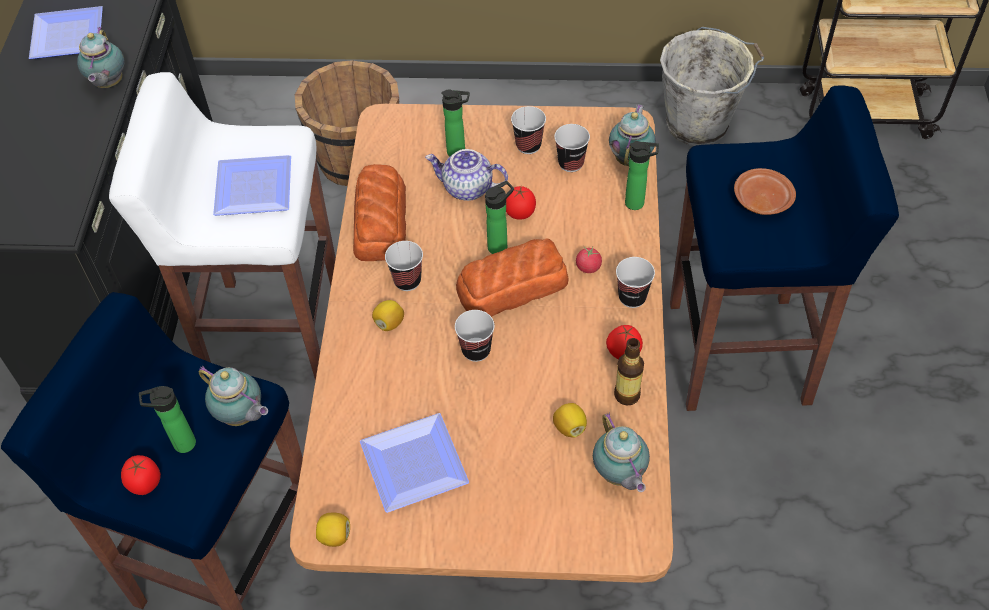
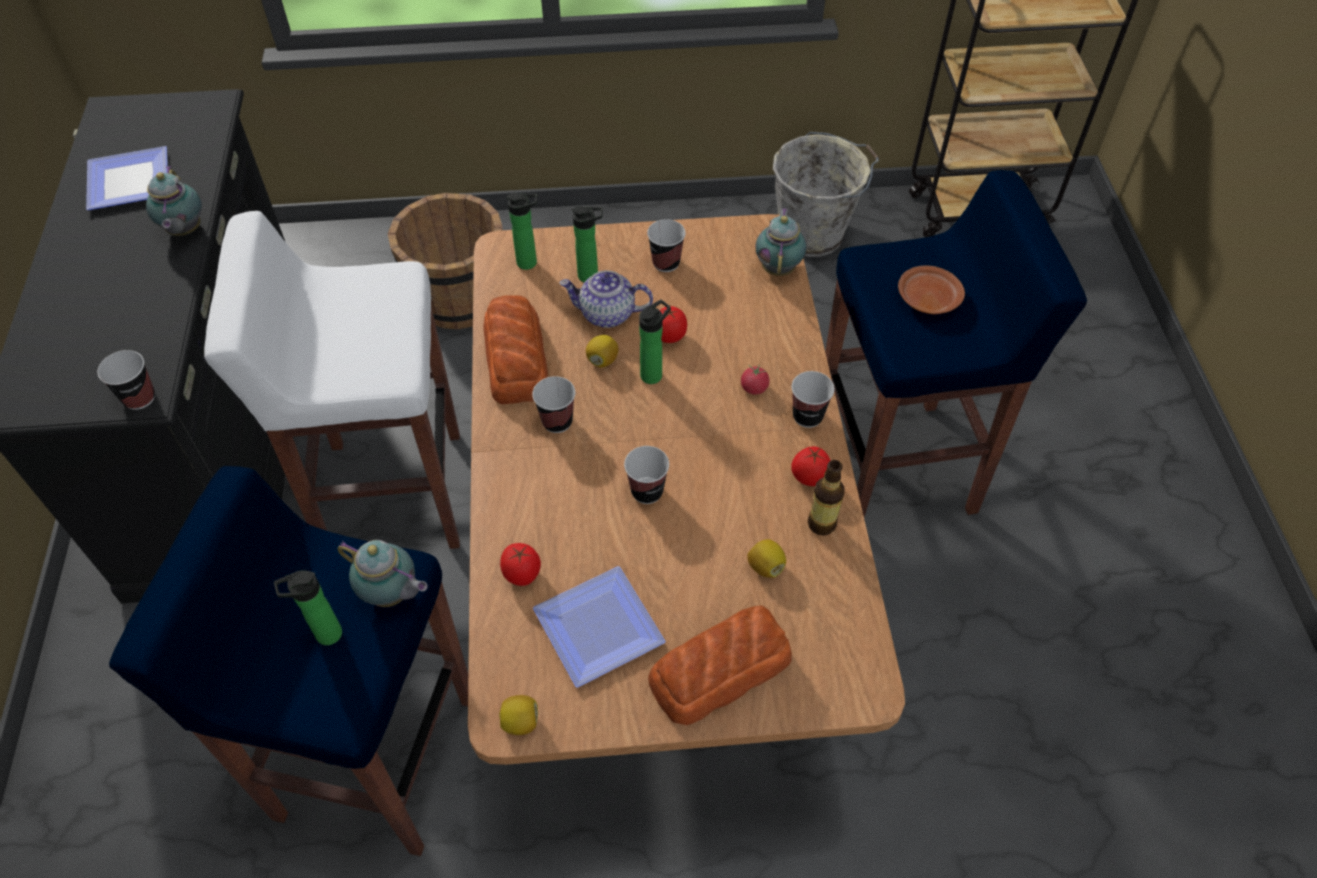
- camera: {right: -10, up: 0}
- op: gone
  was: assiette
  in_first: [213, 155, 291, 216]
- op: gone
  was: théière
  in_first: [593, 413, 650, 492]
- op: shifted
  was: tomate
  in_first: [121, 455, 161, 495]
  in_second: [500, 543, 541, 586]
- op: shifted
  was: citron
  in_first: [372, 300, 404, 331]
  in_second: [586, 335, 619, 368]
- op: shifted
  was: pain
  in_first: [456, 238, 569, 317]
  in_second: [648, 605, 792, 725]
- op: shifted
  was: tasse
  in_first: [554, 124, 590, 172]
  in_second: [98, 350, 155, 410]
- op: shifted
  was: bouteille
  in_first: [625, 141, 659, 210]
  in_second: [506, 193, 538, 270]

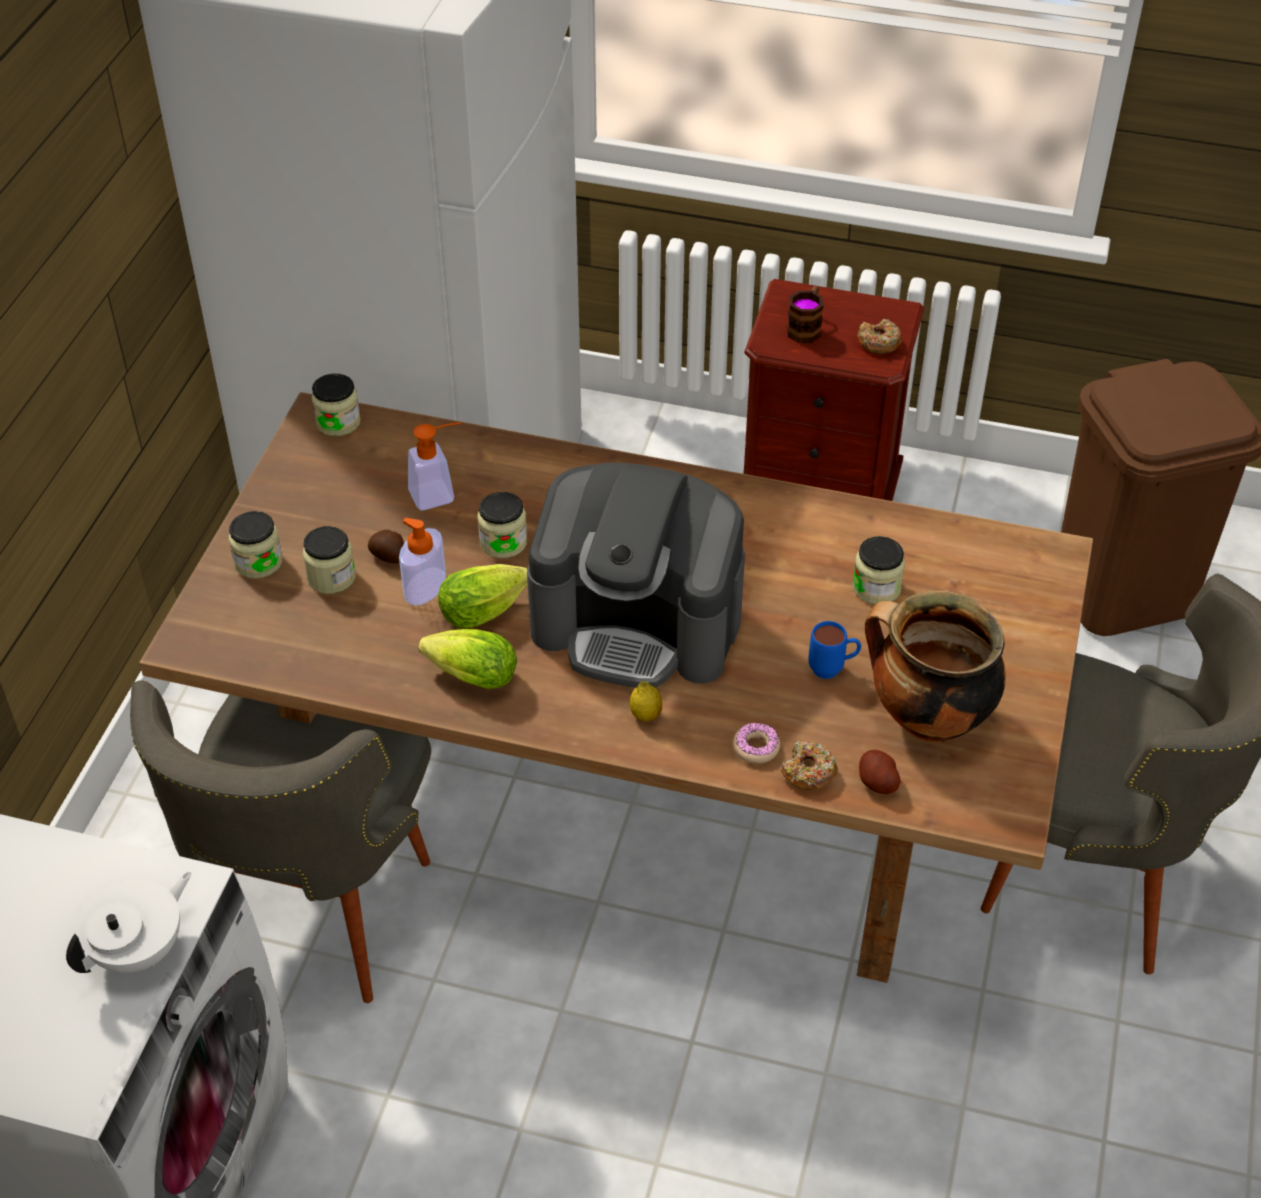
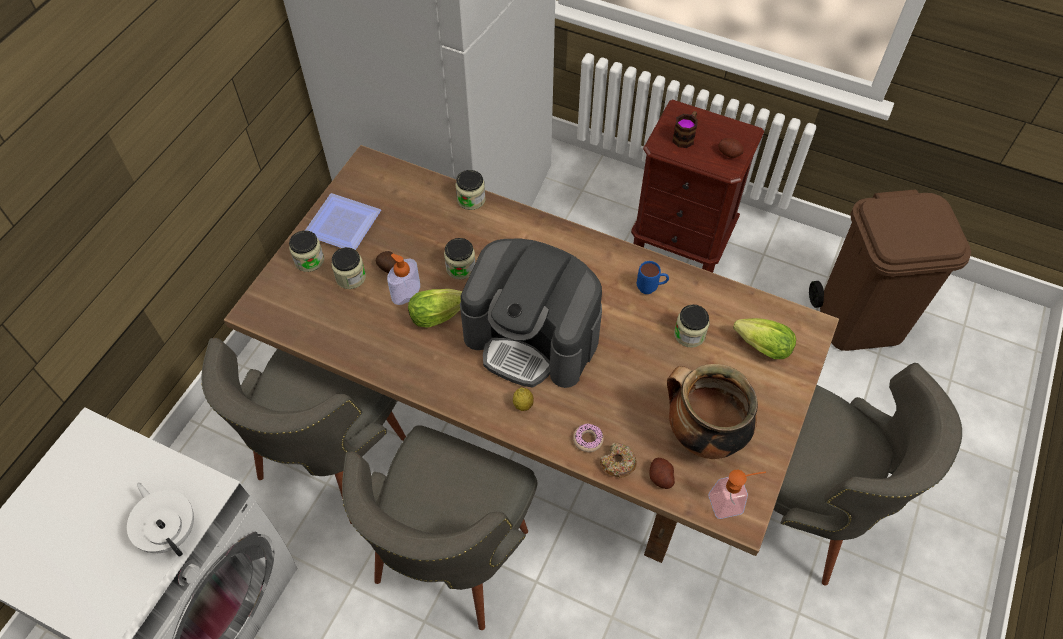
- camera: {right: 10, up: 10}
- op: new
  now: assiette
  in_second: [305, 193, 381, 250]
- op: new
  now: chaise/gris
  in_second: [342, 425, 537, 630]
- op: shifted
  was: bocal
  in_first: [311, 374, 361, 436]
  in_second: [456, 170, 485, 210]
- op: shifted
  was: distributeur de savon
  in_first: [408, 422, 461, 510]
  in_second: [709, 470, 766, 519]
- op: shifted
  was: laitue
  in_first: [418, 629, 517, 689]
  in_second: [733, 318, 796, 359]
- op: shifted
  was: mug/bleu
  in_first: [808, 621, 861, 679]
  in_second: [637, 261, 669, 294]
- op: swapped
  was: beignet
  now: pomme de terre
  in_first: [857, 319, 902, 354]
  in_second: [718, 138, 744, 158]
- op: rotated
  was: théière/blanc
  in_first: [66, 872, 191, 973]
  in_second: [127, 483, 194, 557]
  clockwise: -90

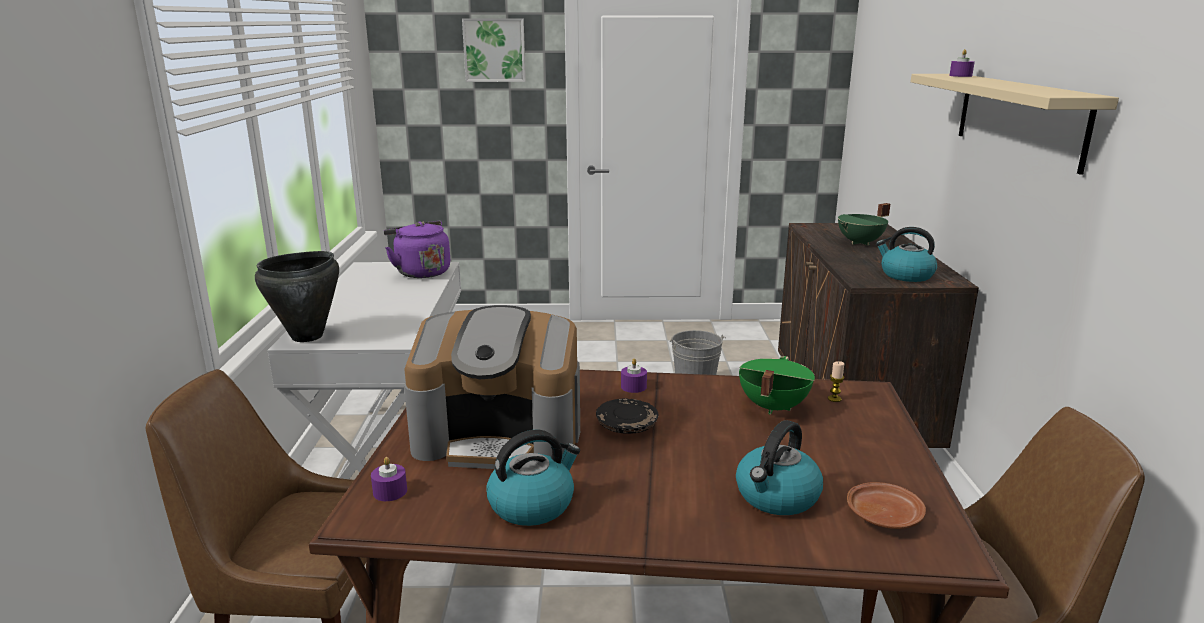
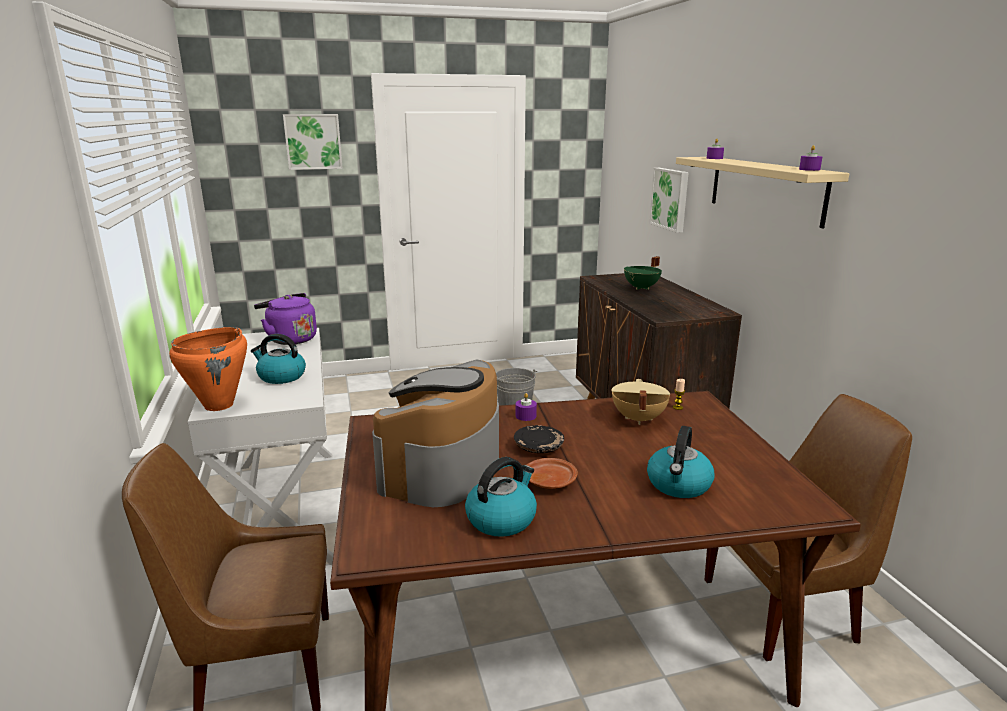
- camera: {right: -15, up: 0}
- op: new
  now: tableau
  in_second: [649, 168, 689, 233]
- op: shifted
  was: bougie/violet
  in_first: [371, 457, 407, 501]
  in_second: [799, 145, 822, 171]
- op: shifted
  was: assiette/marron
  in_first: [847, 482, 926, 529]
  in_second: [527, 458, 578, 489]
- op: shifted
  was: bouilloire
  in_first: [876, 227, 937, 282]
  in_second: [251, 334, 306, 384]
- op: repainted
  was: marmite/noir
  now: marmite/orange
  in_first: [255, 251, 339, 342]
  in_second: [169, 327, 247, 411]
- op: repainted
  was: marmite/vert
  now: marmite/beige
  in_first: [739, 356, 815, 415]
  in_second: [611, 379, 670, 425]
- op: rotated
  was: machine à café
  in_first: [404, 305, 580, 469]
  in_second: [372, 359, 499, 507]
  clockwise: 120

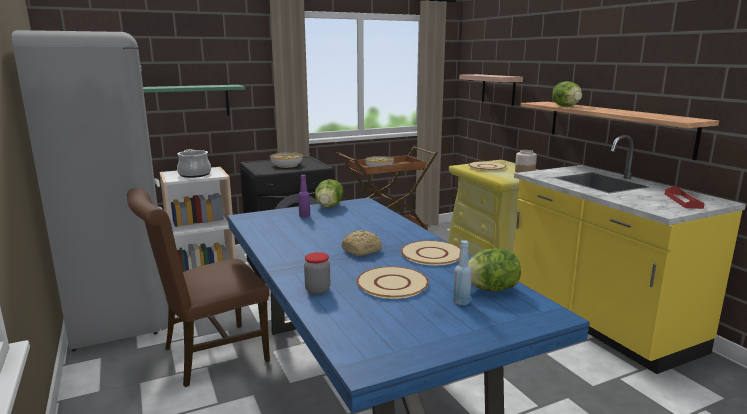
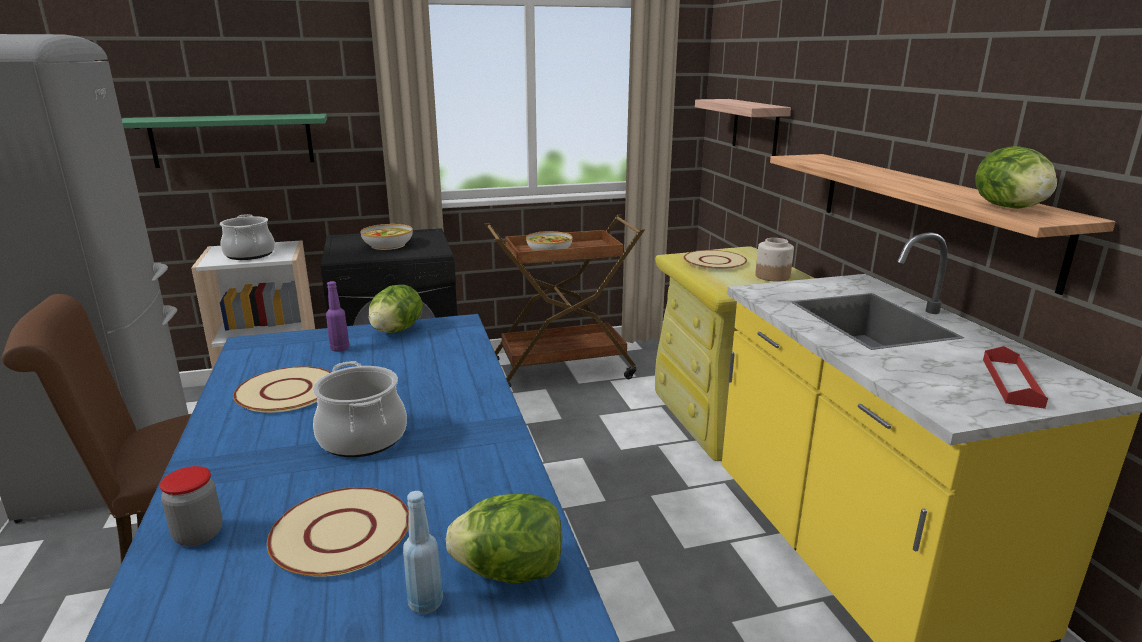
- camera: {right: 10, up: 5}
- op: shifted
  was: assiette/beige
  in_first: [401, 241, 460, 265]
  in_second: [233, 366, 331, 413]
- op: shifted
  was: laitue
  in_first: [552, 81, 582, 107]
  in_second: [975, 146, 1057, 209]
- op: swapped
  was: pain
  now: marmite
  in_first: [342, 230, 382, 256]
  in_second: [313, 361, 407, 457]

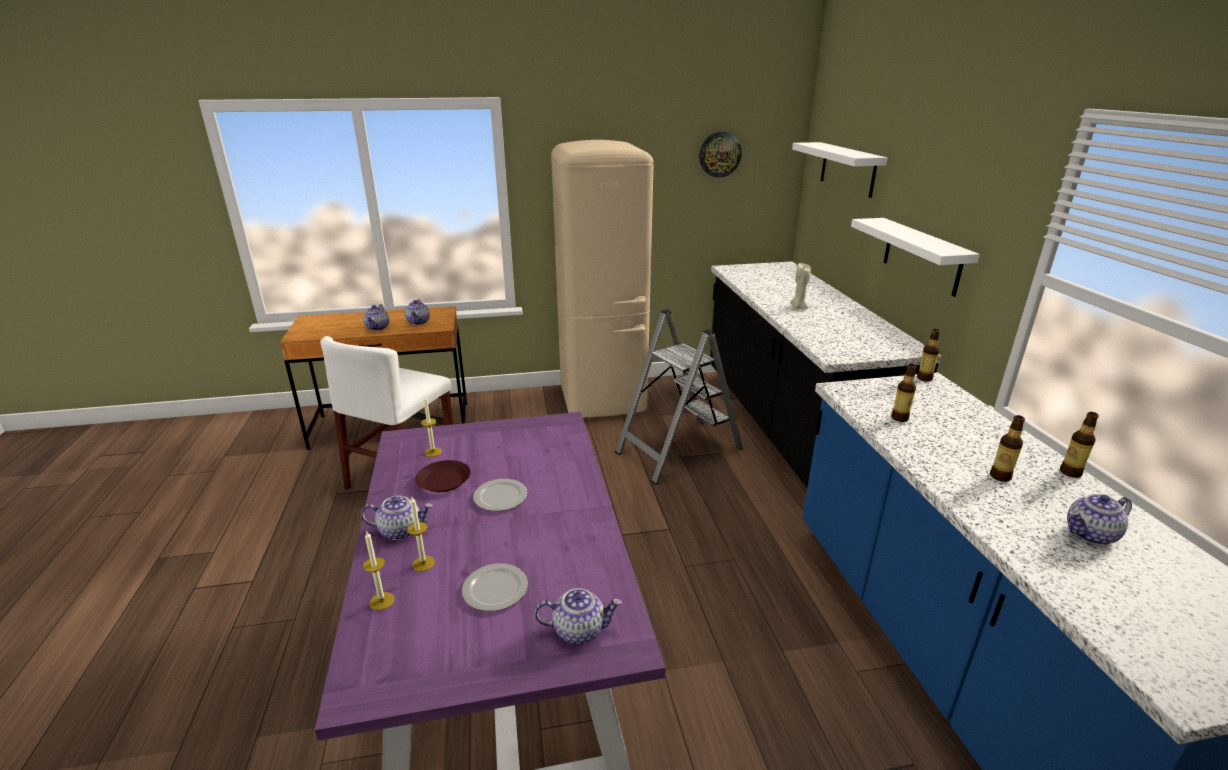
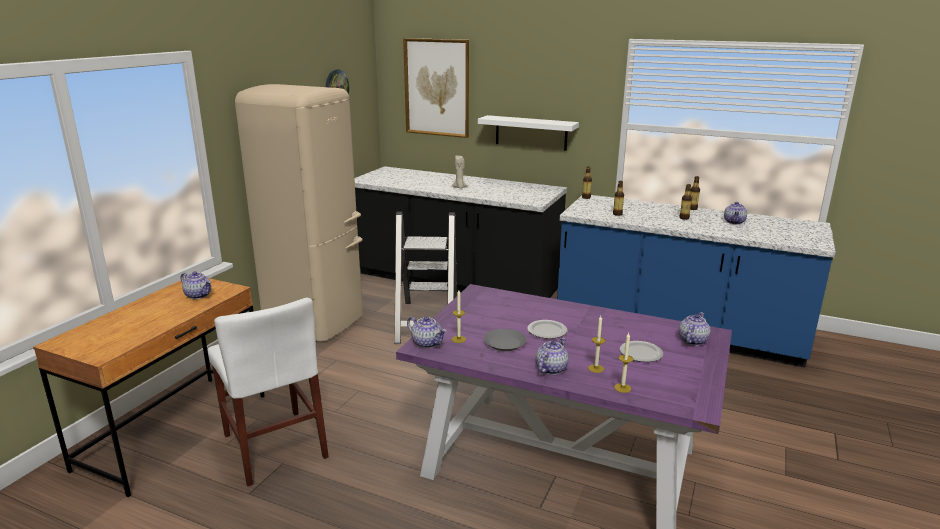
- camera: {right: -55, up: -5}
- op: shifted
  was: théière
  in_first: [363, 304, 389, 331]
  in_second: [407, 316, 446, 348]
- op: swapped
  was: étagère/blanc
  now: tableau
  in_first: [792, 142, 887, 198]
  in_second: [403, 38, 469, 138]
- op: repainted
  was: assiette/marron
  now: assiette/gris
  in_first: [416, 460, 471, 492]
  in_second: [484, 329, 527, 351]

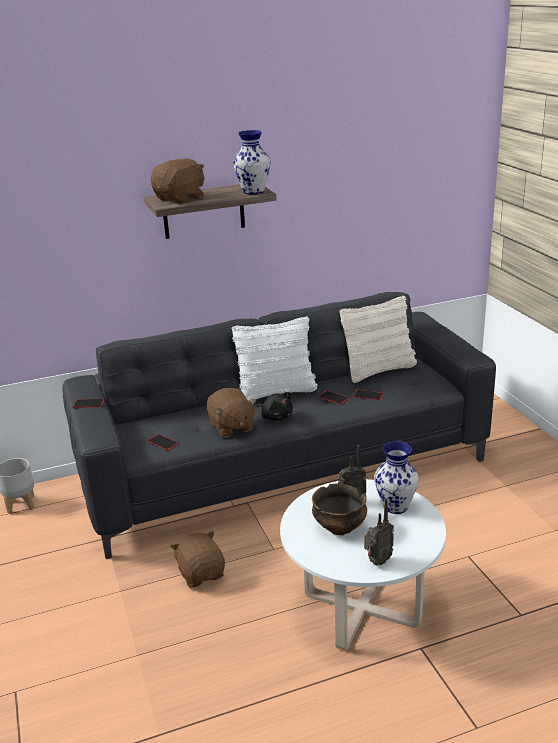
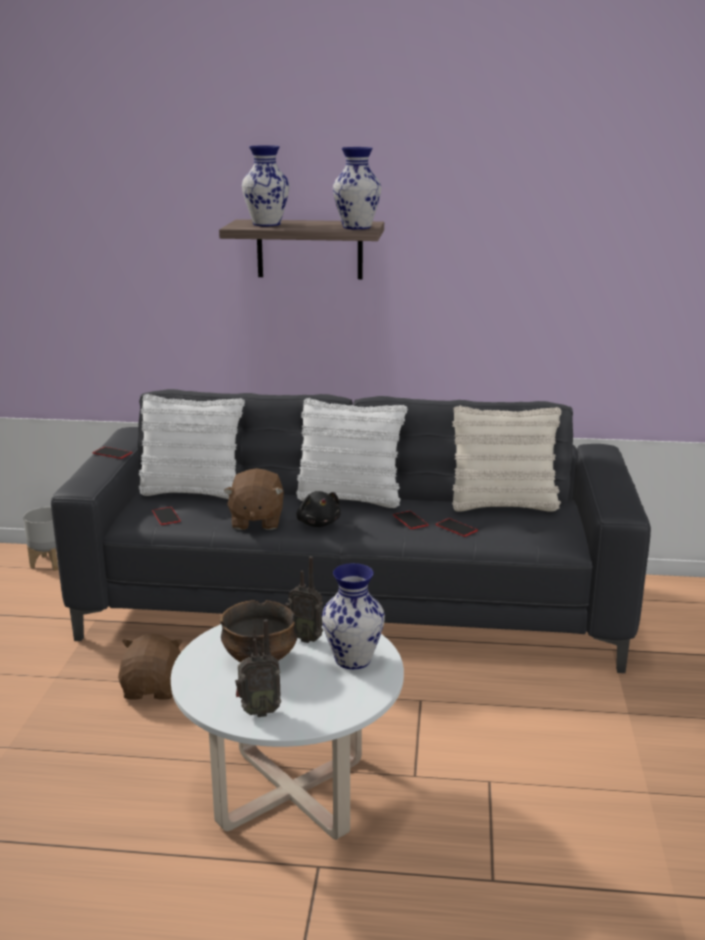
- camera: {right: 25, up: -5}
- op: new
  now: coussin/blanc
  in_second: [139, 394, 245, 499]
- op: swapped
  was: peluche/marron
  now: vase
  in_first: [151, 158, 205, 204]
  in_second: [242, 145, 290, 226]

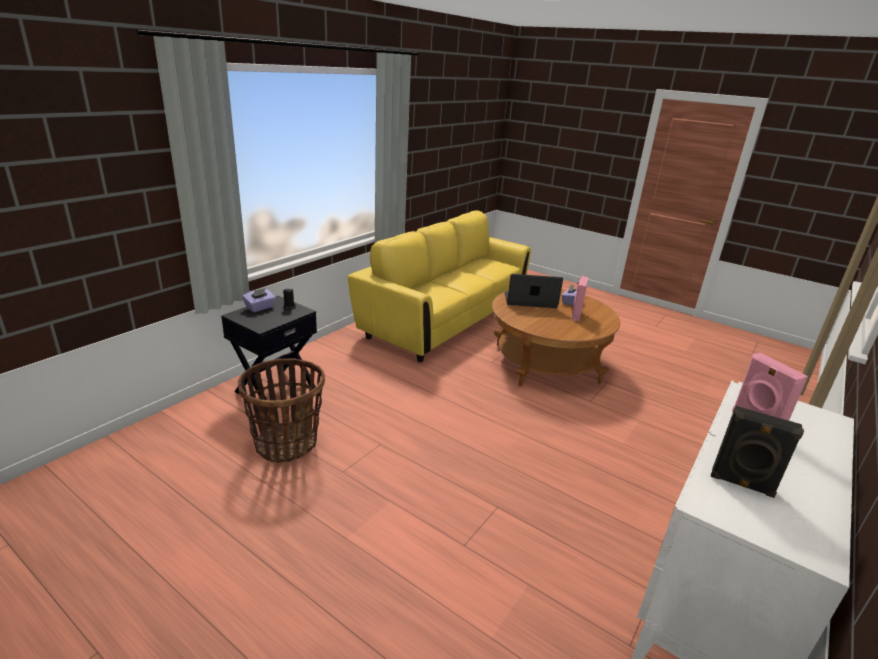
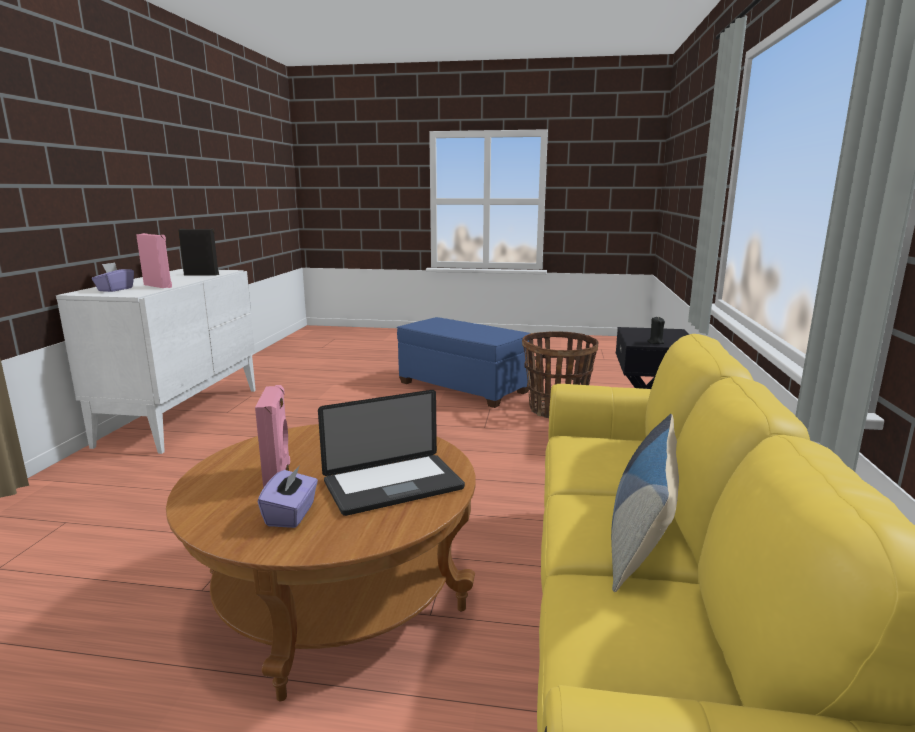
- camera: {right: 155, up: -10}
- op: new
  now: pouf/bleu
  in_second: [397, 317, 530, 408]
- op: new
  now: coussin
  in_second: [611, 414, 679, 592]
- op: shifted
  was: boîte à mouchoirs/violet
  in_first: [242, 288, 276, 312]
  in_second: [92, 262, 134, 292]

